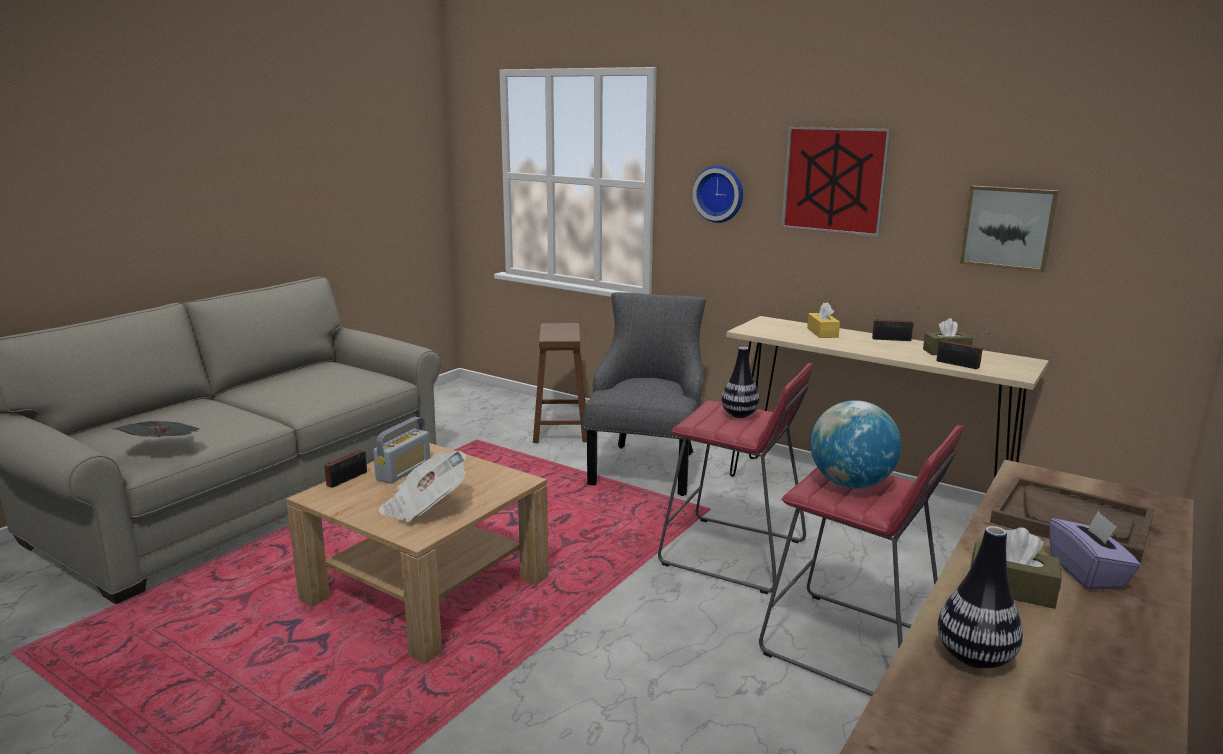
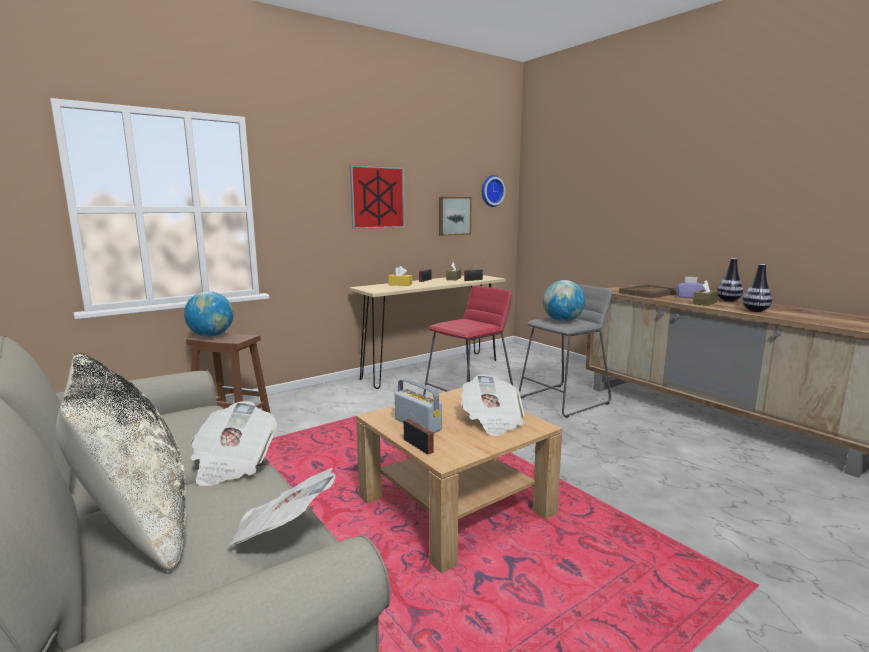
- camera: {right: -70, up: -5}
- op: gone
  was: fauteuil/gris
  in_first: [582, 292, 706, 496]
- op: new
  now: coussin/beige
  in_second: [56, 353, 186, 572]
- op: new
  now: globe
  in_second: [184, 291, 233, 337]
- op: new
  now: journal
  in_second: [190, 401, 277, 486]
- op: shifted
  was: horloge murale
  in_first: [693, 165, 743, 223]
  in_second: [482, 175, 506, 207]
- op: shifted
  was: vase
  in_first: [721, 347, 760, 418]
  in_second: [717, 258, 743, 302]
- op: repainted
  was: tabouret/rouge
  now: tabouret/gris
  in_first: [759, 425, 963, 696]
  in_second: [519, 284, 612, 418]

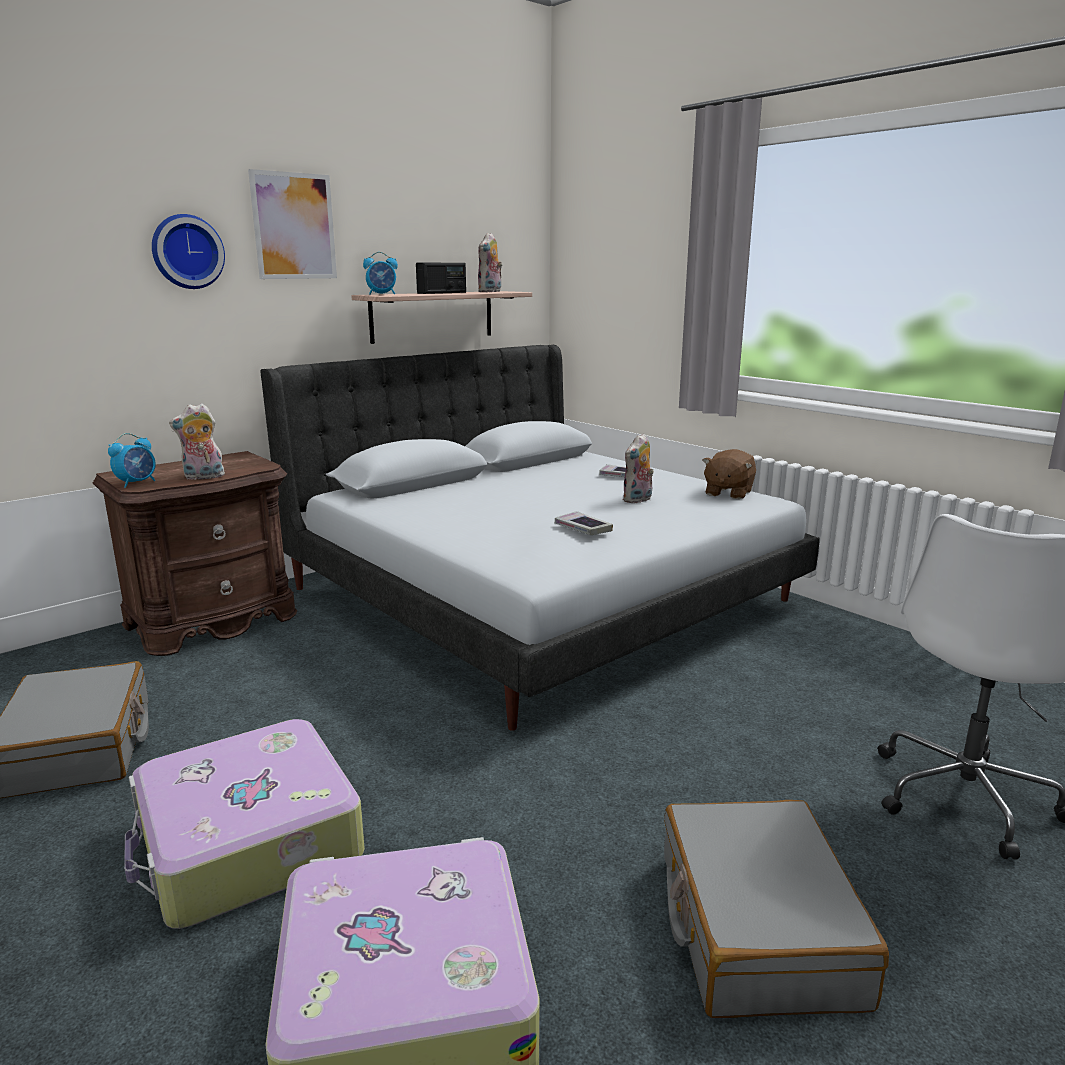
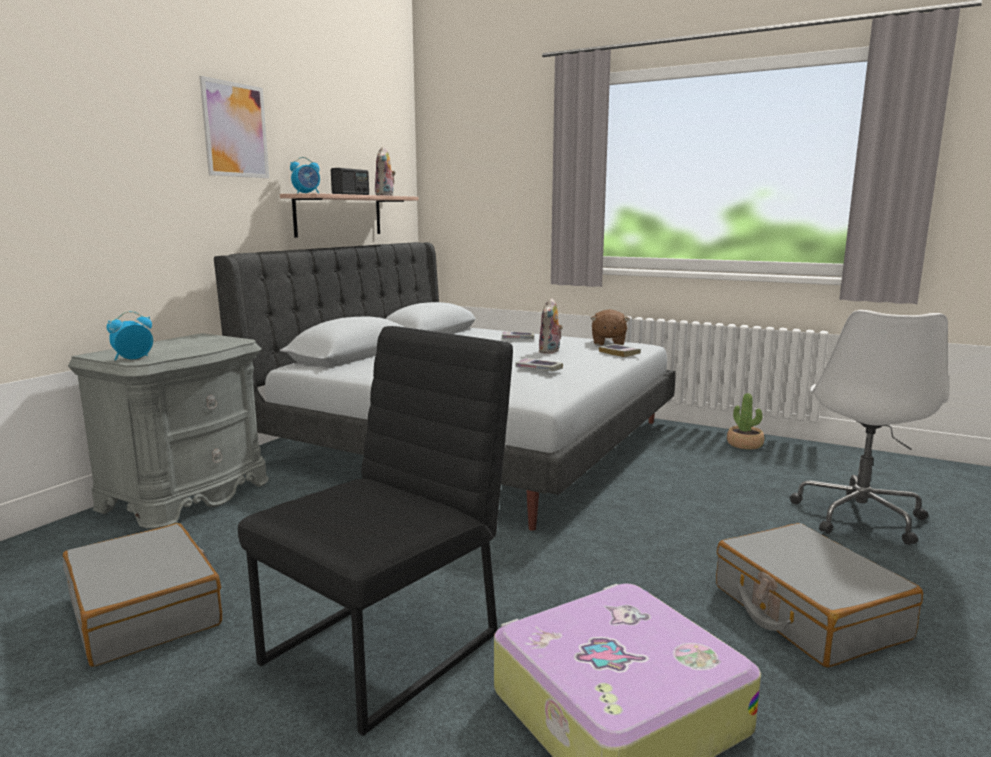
- camera: {right: -20, up: -5}
- op: gone
  was: horloge murale
  in_first: [152, 214, 225, 289]
- op: gone
  was: peluche
  in_first: [169, 403, 225, 480]
- op: new
  now: livre
  in_second: [599, 344, 641, 357]
- op: new
  now: plante en pot
  in_second: [727, 393, 764, 449]
- op: swapped
  was: valise
  now: chaise/noir
  in_first: [124, 719, 365, 929]
  in_second: [238, 326, 513, 736]
- op: repainted
  was: table de chevet/marron
  now: table de chevet/gris
  in_first: [93, 451, 297, 656]
  in_second: [68, 333, 269, 529]
- op: rotated
  was: réveil
  in_first: [108, 433, 156, 488]
  in_second: [107, 311, 153, 360]
  clockwise: -150

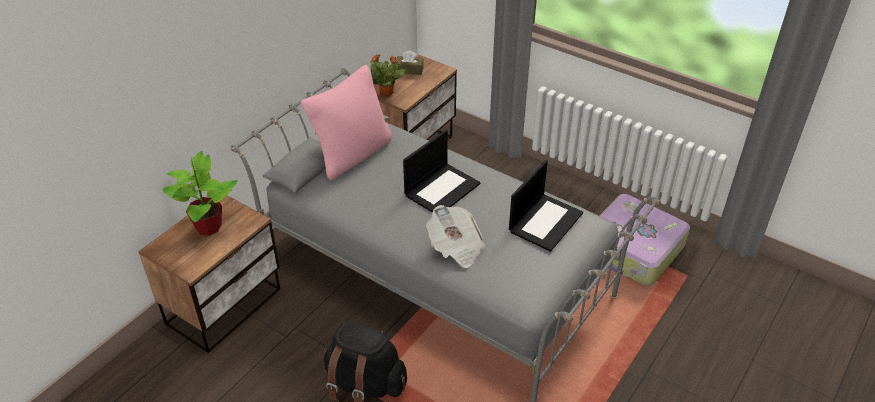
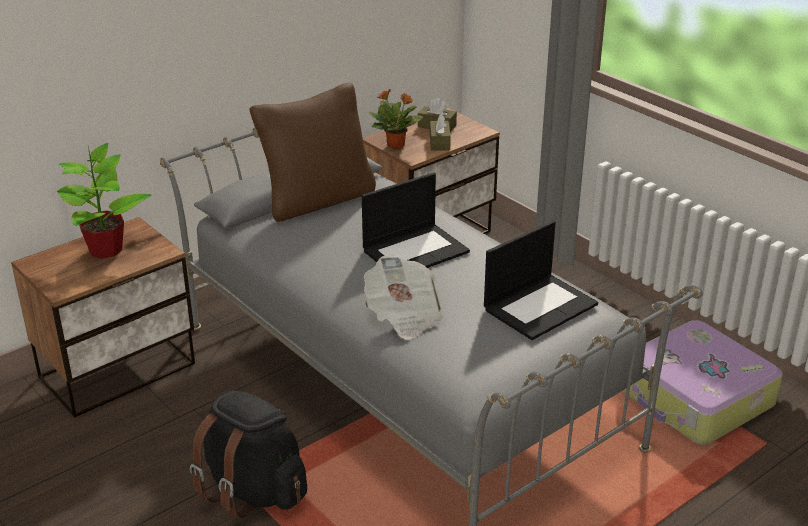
- camera: {right: 15, up: -10}
- op: new
  now: boîte à mouchoirs/marron
  in_second: [430, 114, 451, 151]
- op: repainted
  was: coussin/rose
  now: coussin/marron
  in_first: [301, 65, 392, 180]
  in_second: [250, 83, 376, 222]

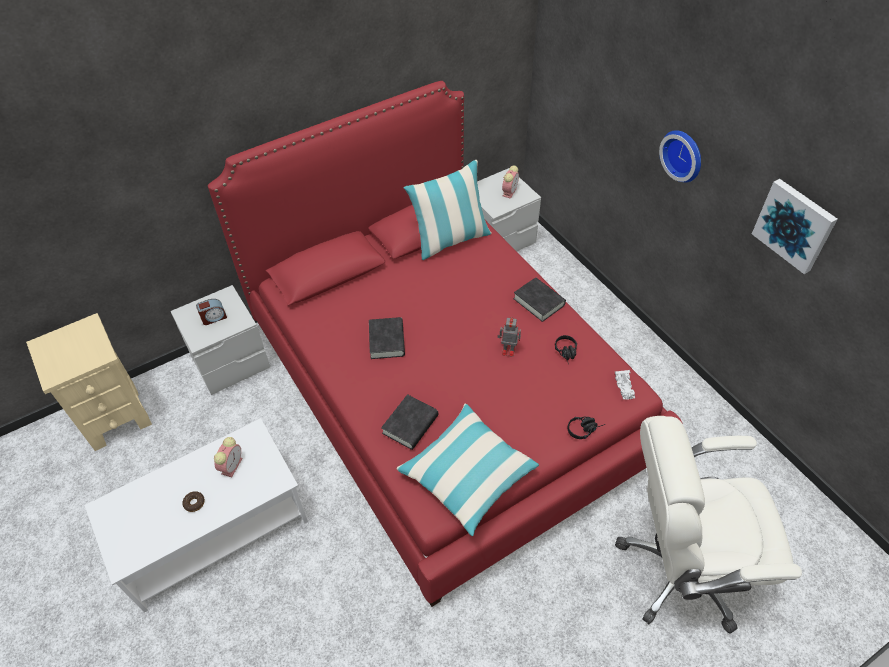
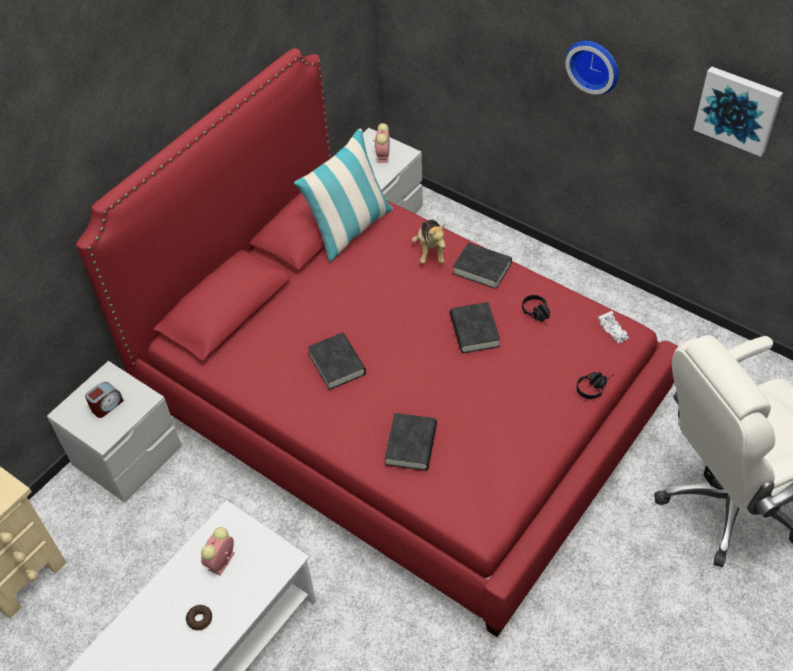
- camera: {right: -20, up: 0}
- op: gone
  was: coussin
  in_first: [396, 403, 539, 536]
- op: new
  now: peluche
  in_second: [412, 220, 445, 264]
- op: swapped
  was: robot jouet
  now: livre/noir
  in_first: [497, 317, 521, 357]
  in_second: [450, 302, 500, 353]
- op: rotated
  was: réveil
  in_first: [214, 437, 242, 477]
  in_second: [201, 527, 235, 575]
  clockwise: -150

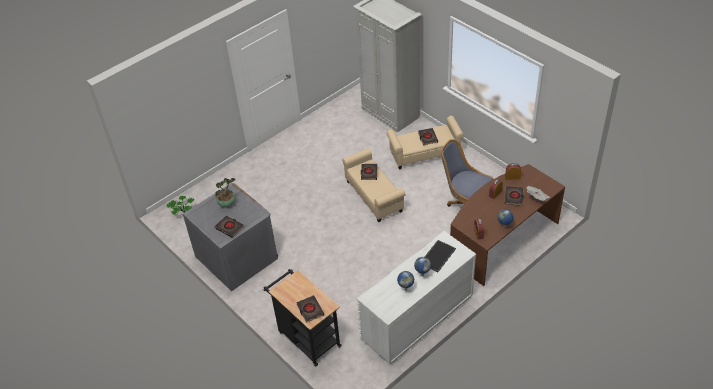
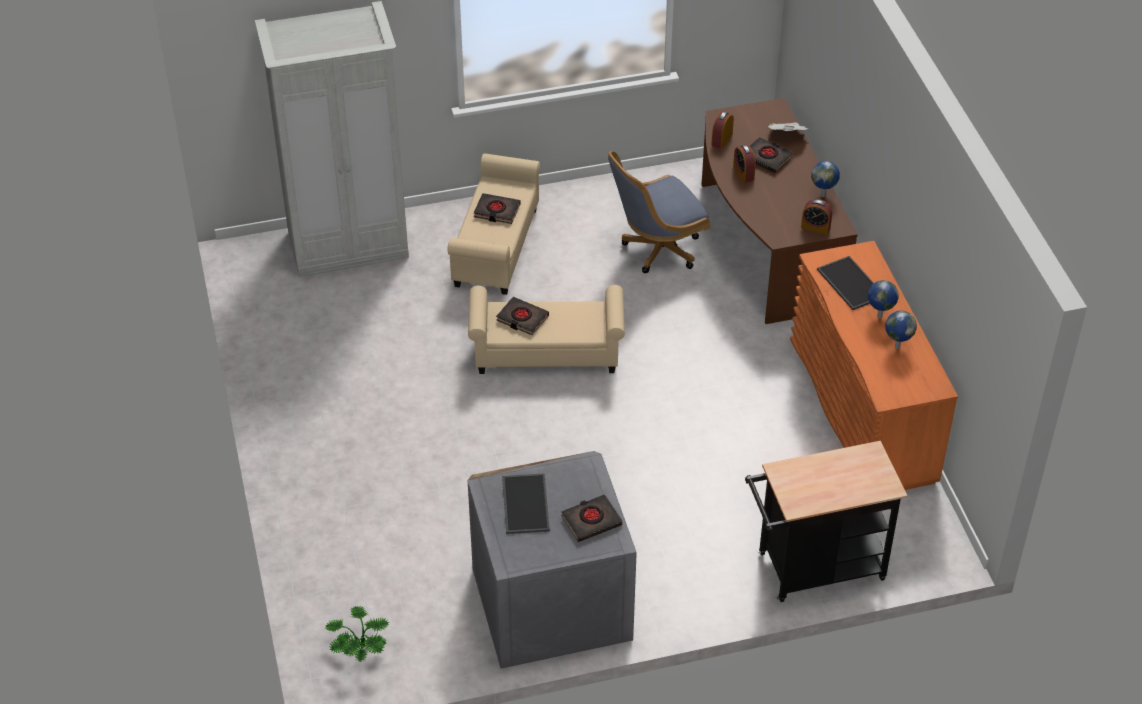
- camera: {right: -65, up: 0}
- op: gone
  was: livre/noir
  in_first: [296, 295, 324, 323]
- op: swapped
  was: plante en pot
  now: plateau
  in_first: [215, 178, 235, 208]
  in_second: [502, 473, 550, 534]
- op: repainted
  was: commode/blanc
  now: commode/orange
  in_first: [356, 231, 476, 365]
  in_second: [790, 241, 958, 490]

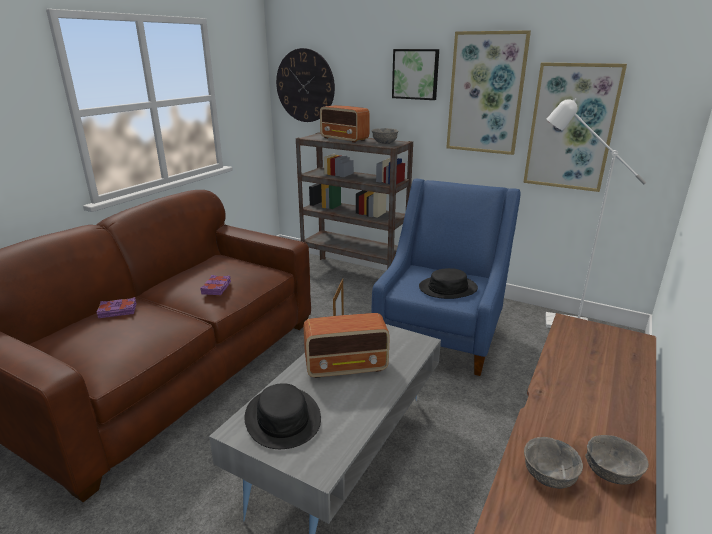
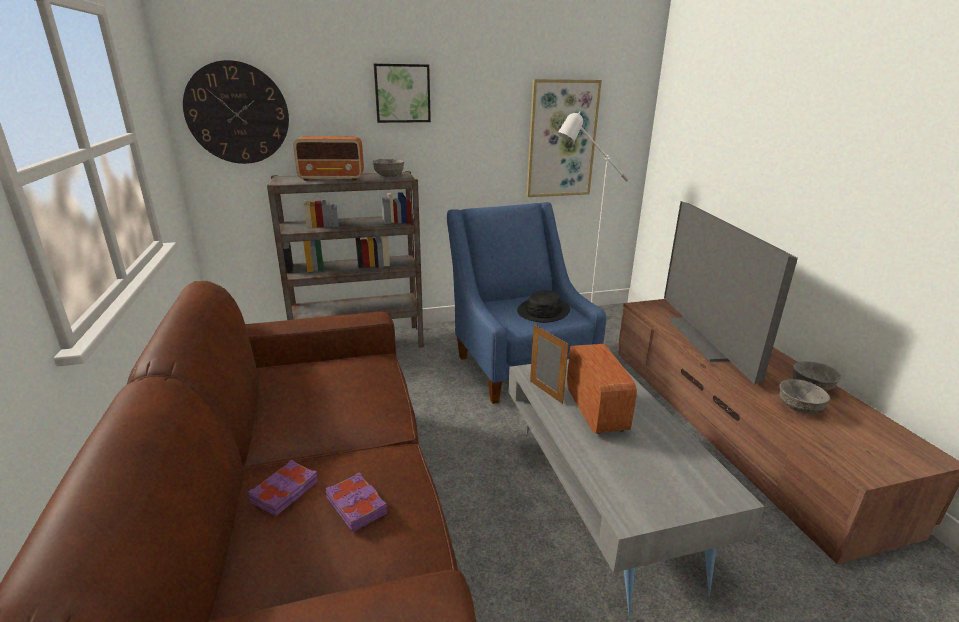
- camera: {right: -45, up: 0}
- op: gone
  was: chapeau/noir
  in_first: [245, 383, 321, 449]
- op: gone
  was: tableau
  in_first: [446, 30, 531, 155]
- op: new
  now: téléviseur
  in_second: [664, 201, 798, 384]
- op: shifted
  was: livre/violet
  in_first: [201, 275, 231, 295]
  in_second: [326, 472, 387, 532]
- op: rotated
  was: radio
  in_first: [303, 313, 390, 378]
  in_second: [567, 344, 637, 434]
  clockwise: -45

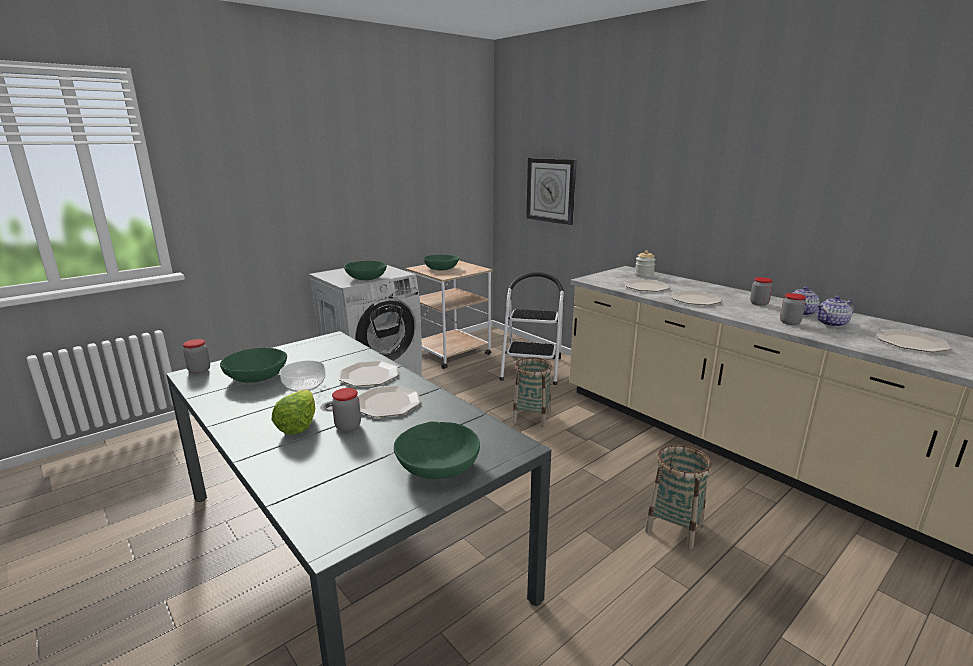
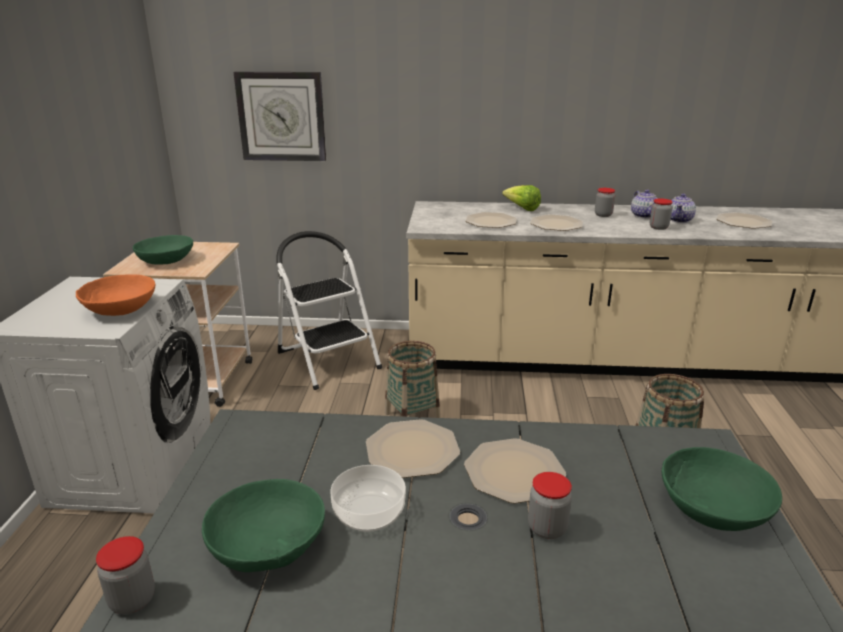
- camera: {right: -45, up: 5}
- op: gone
  was: bocal
  in_first: [635, 251, 656, 278]
- op: shifted
  was: laitue
  in_first: [272, 389, 315, 435]
  in_second: [502, 185, 541, 211]
- op: repainted
  was: bol/vert
  now: bol/orange
  in_first: [344, 261, 387, 280]
  in_second: [76, 274, 155, 316]

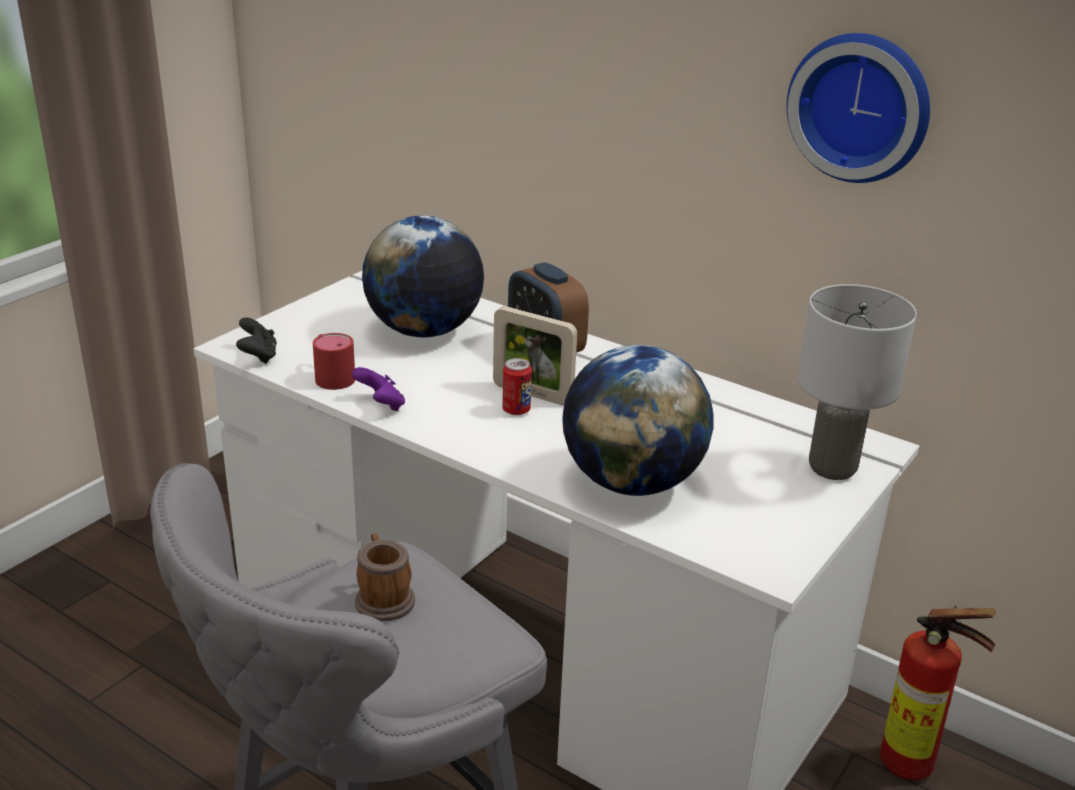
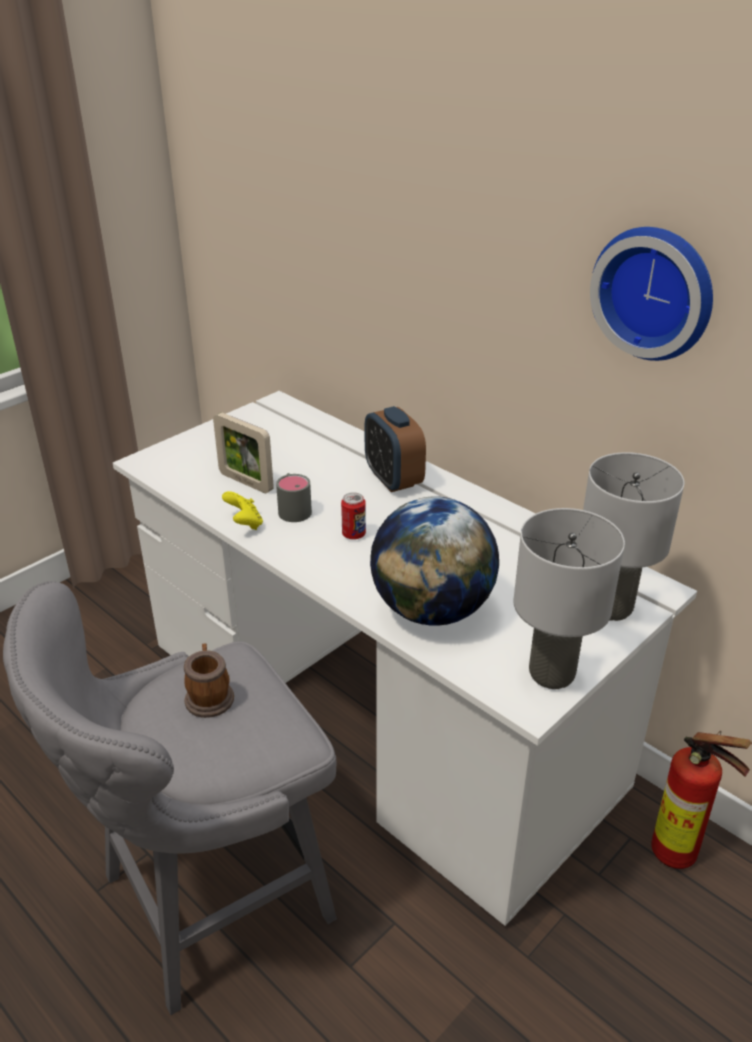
- camera: {right: 10, up: 5}
- op: gone
  was: manette/noir
  in_first: [236, 317, 277, 364]
- op: gone
  was: mug/rouge
  in_first: [313, 333, 355, 390]
- op: gone
  was: globe
  in_first: [362, 215, 484, 338]
- op: new
  now: mug/gris
  in_second: [276, 473, 312, 522]
- op: new
  now: lampe de table/blanc
  in_second: [513, 508, 625, 689]
- op: shifted
  was: cadre photo
  in_first: [493, 306, 577, 406]
  in_second: [213, 412, 274, 493]
- op: repainted
  was: manette/violet
  now: manette/jaune
  in_first: [352, 367, 405, 412]
  in_second: [222, 491, 263, 530]

